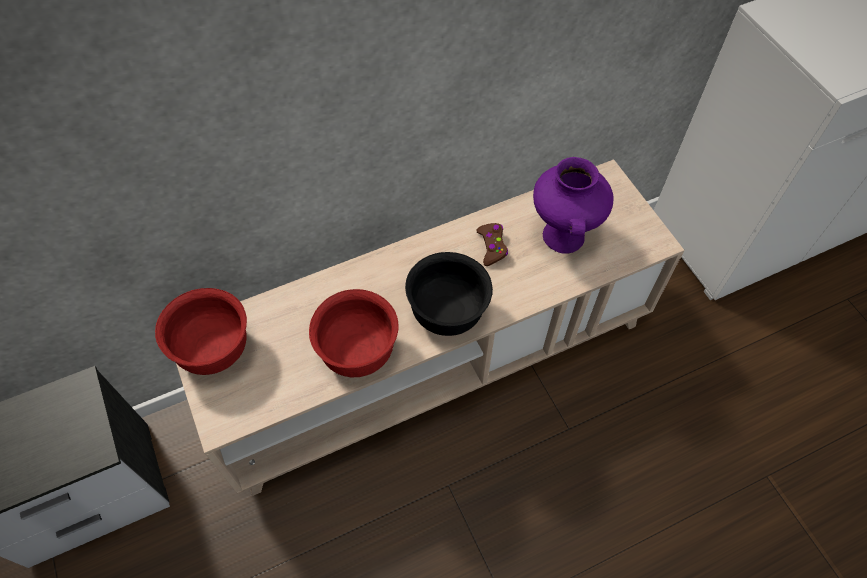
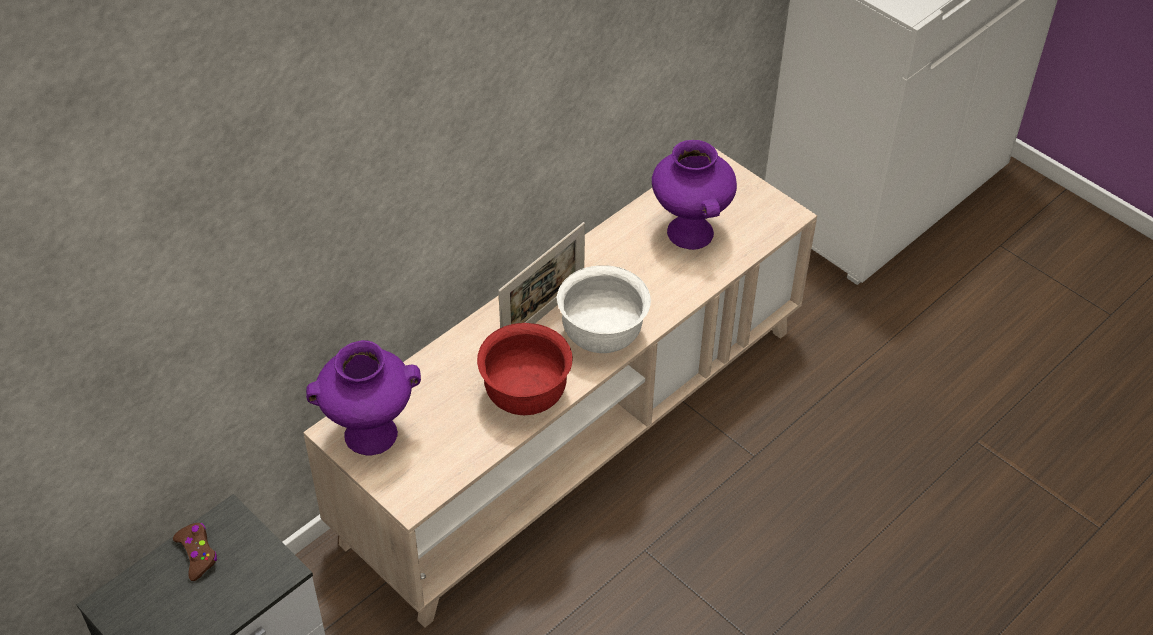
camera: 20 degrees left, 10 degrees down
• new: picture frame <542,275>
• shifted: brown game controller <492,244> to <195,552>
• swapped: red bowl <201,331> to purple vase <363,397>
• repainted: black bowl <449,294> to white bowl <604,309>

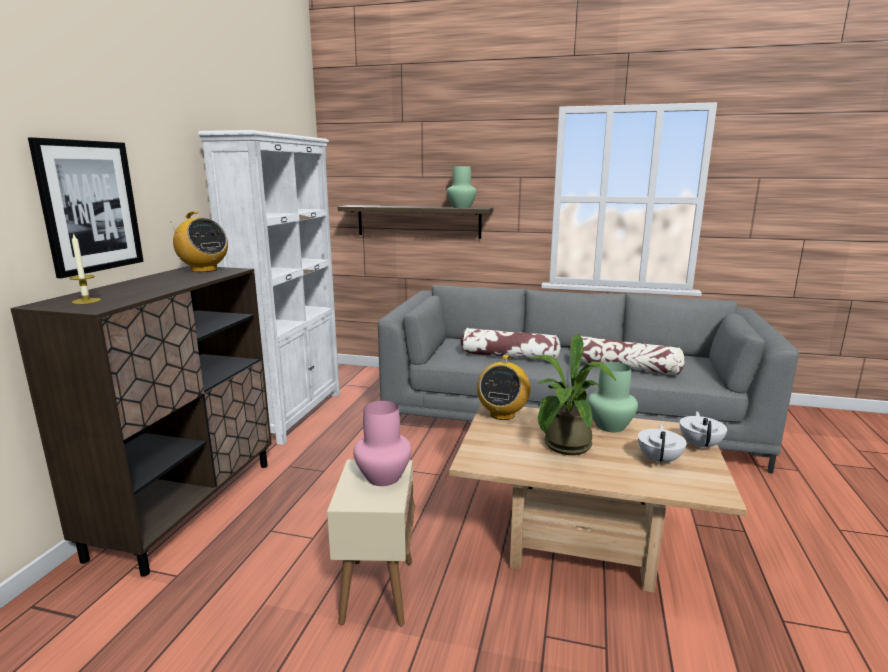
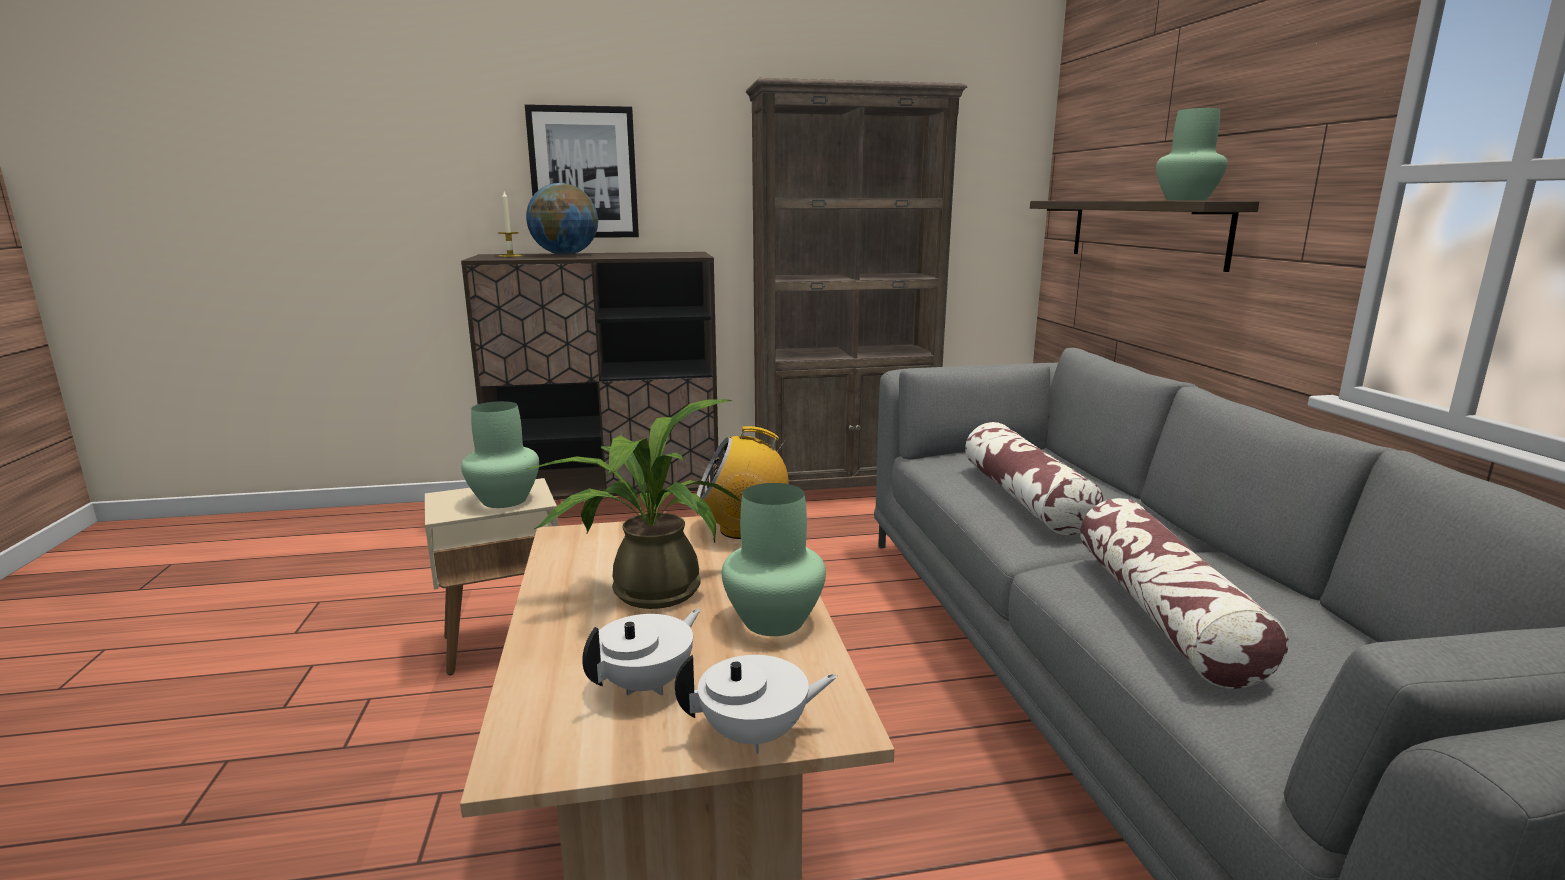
camera: 65 degrees right, 0 degrees up
• gone: radio <199,241>
• new: globe <562,219>
• repainted: white bookcase <269,287> to brown bookcase <856,284>
• repainted: pink vase <382,443> to green vase <500,454>
• rotated: white teapot <662,445> = <641,652> 45 degrees counterclockwise

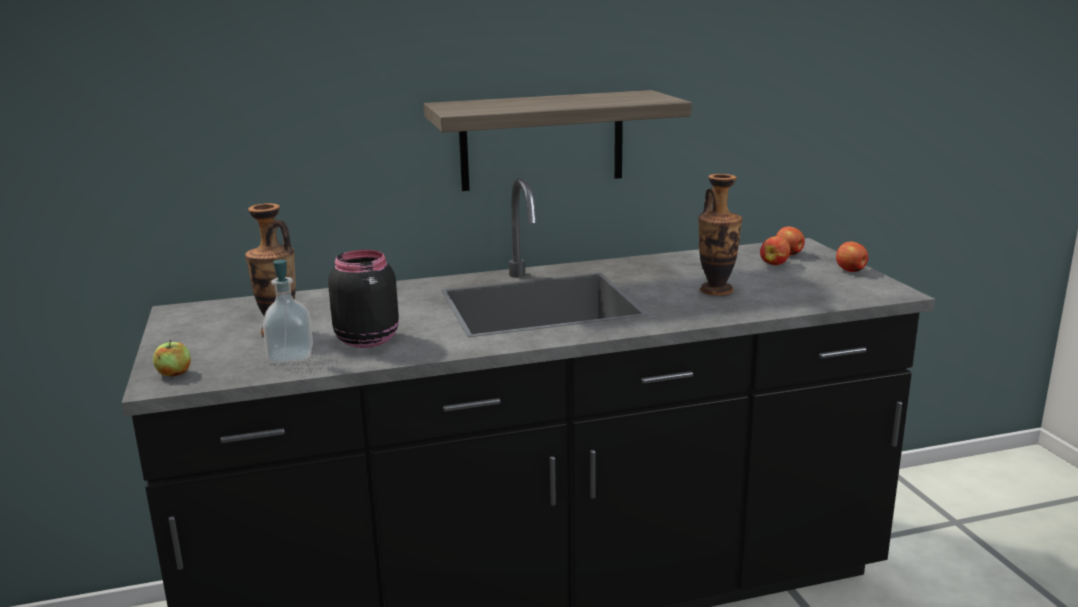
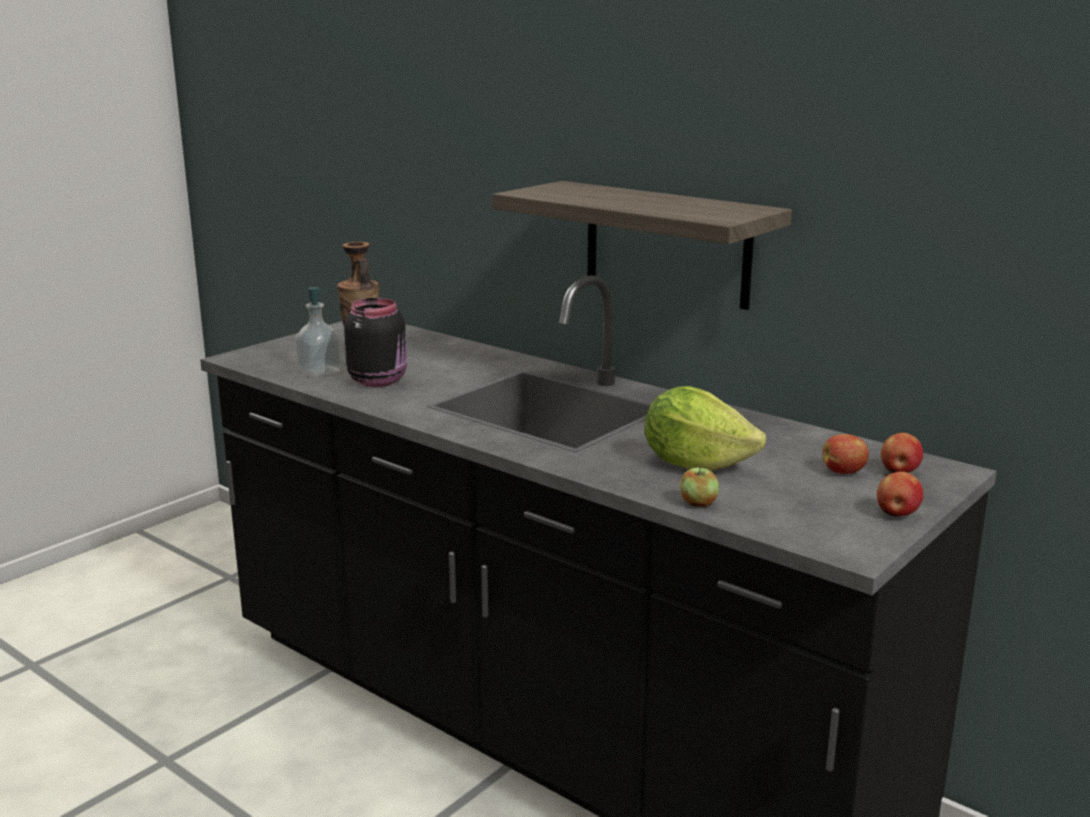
camera: 55 degrees right, 0 degrees up
• shifted: apple <172,358> to <699,486>
• swapped: vase <720,235> to lettuce <705,428>

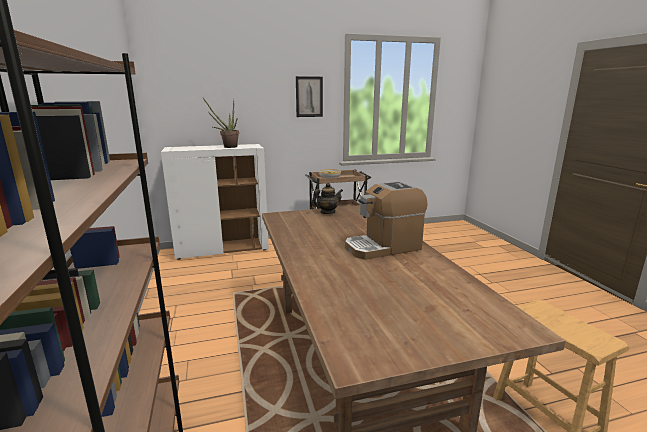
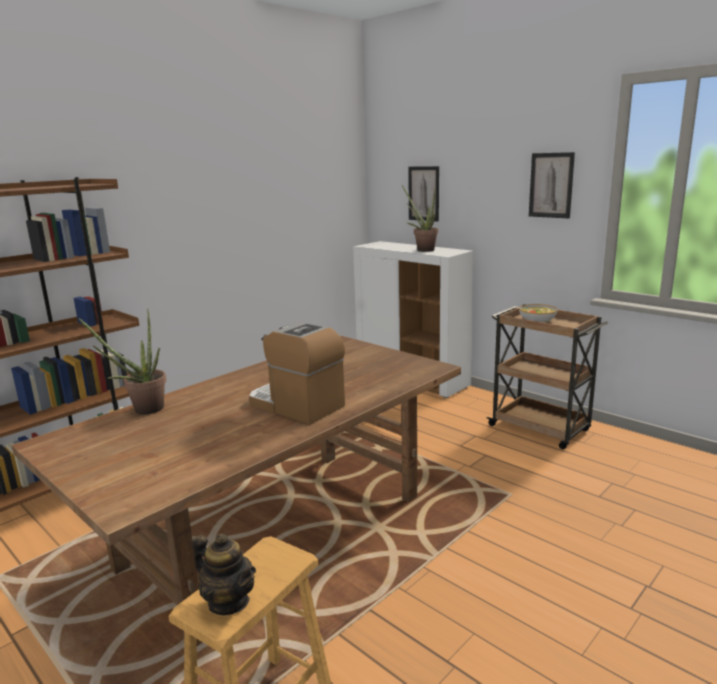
camera: 60 degrees right, 0 degrees up
• new: potted plant <122,361>
• new: picture <423,194>
• shifted: teapot <327,198> to <224,574>

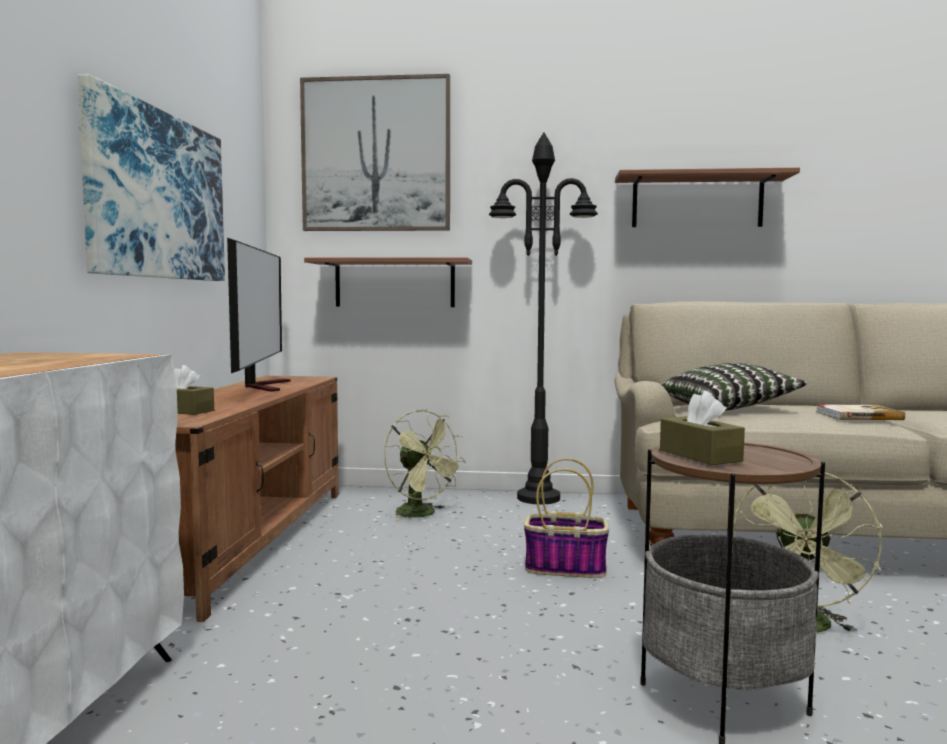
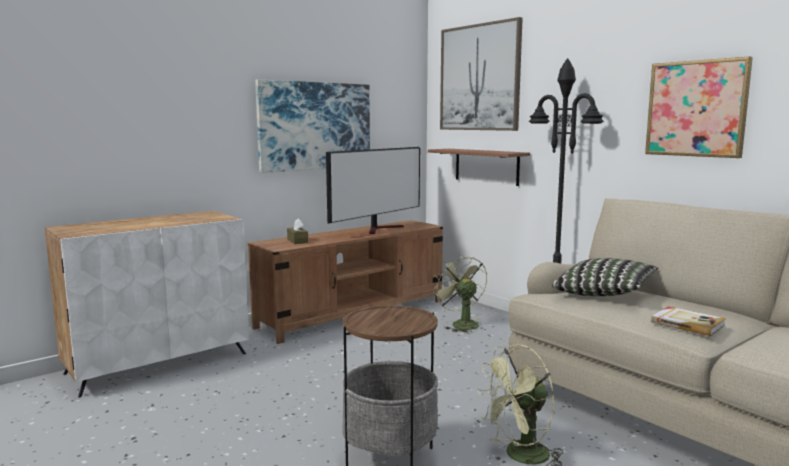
camera: 45 degrees right, 5 degrees up
• gone: basket <566,518>
• gone: brown tissue box <702,427>
• swapped: shelf <707,197> to picture <699,107>
• rotated: green fan <425,466> = <459,293> 150 degrees clockwise

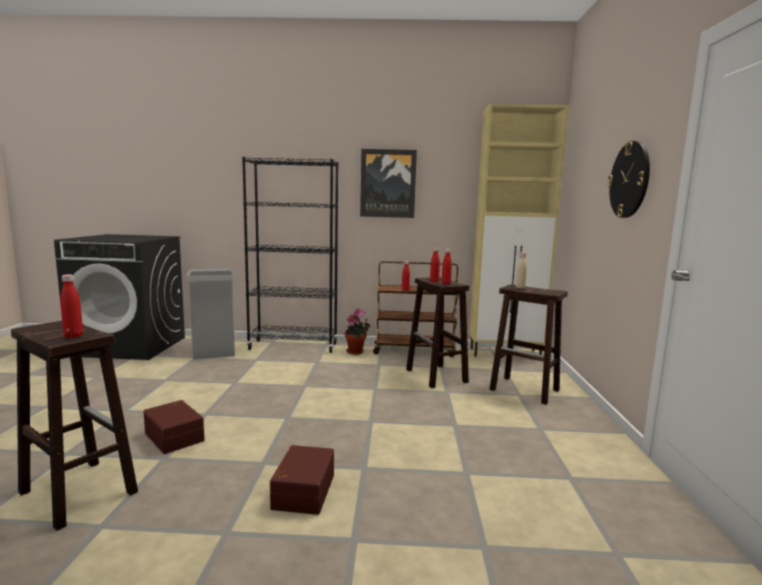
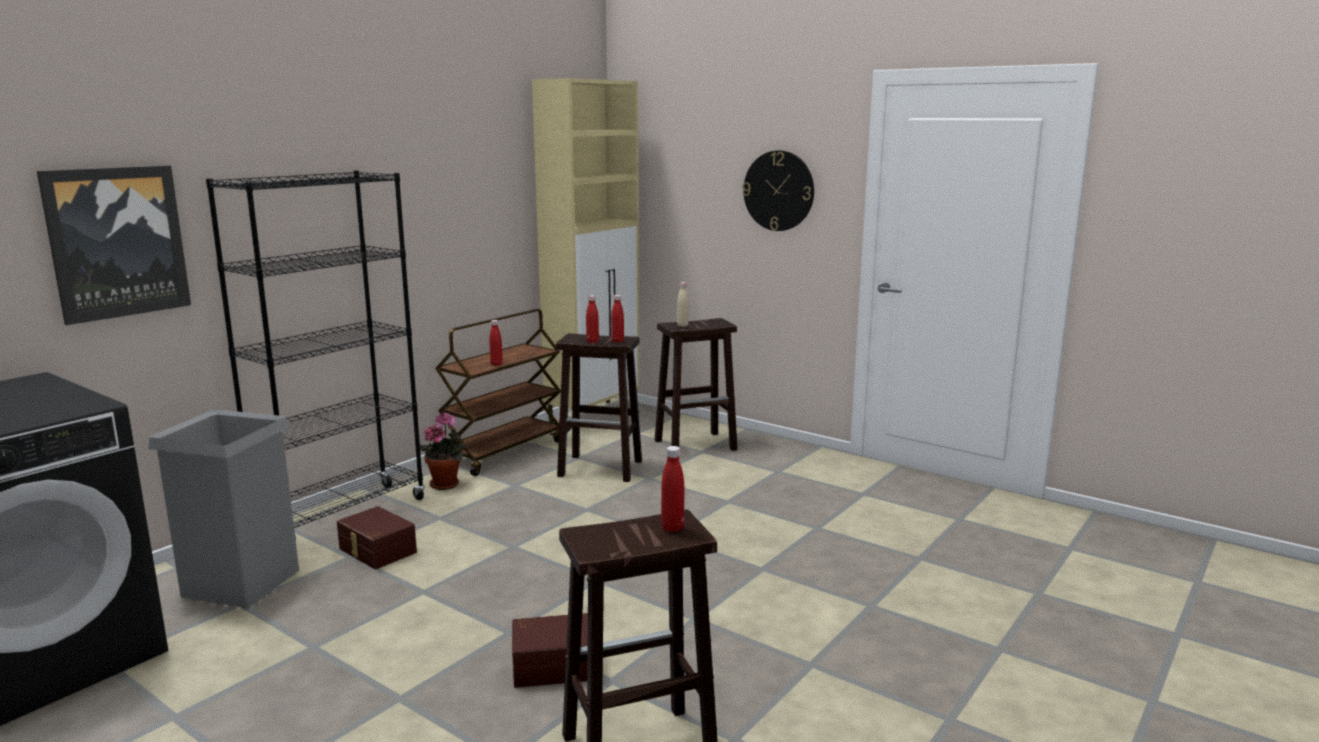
camera: 55 degrees left, 5 degrees up
• shifted: brown storage box <302,480> to <377,537>
• shifted: picture <388,183> to <114,245>

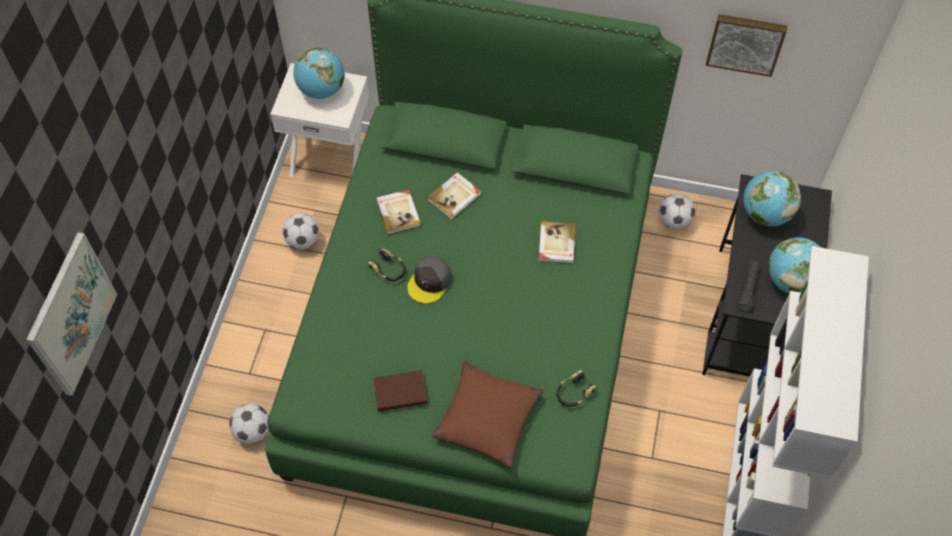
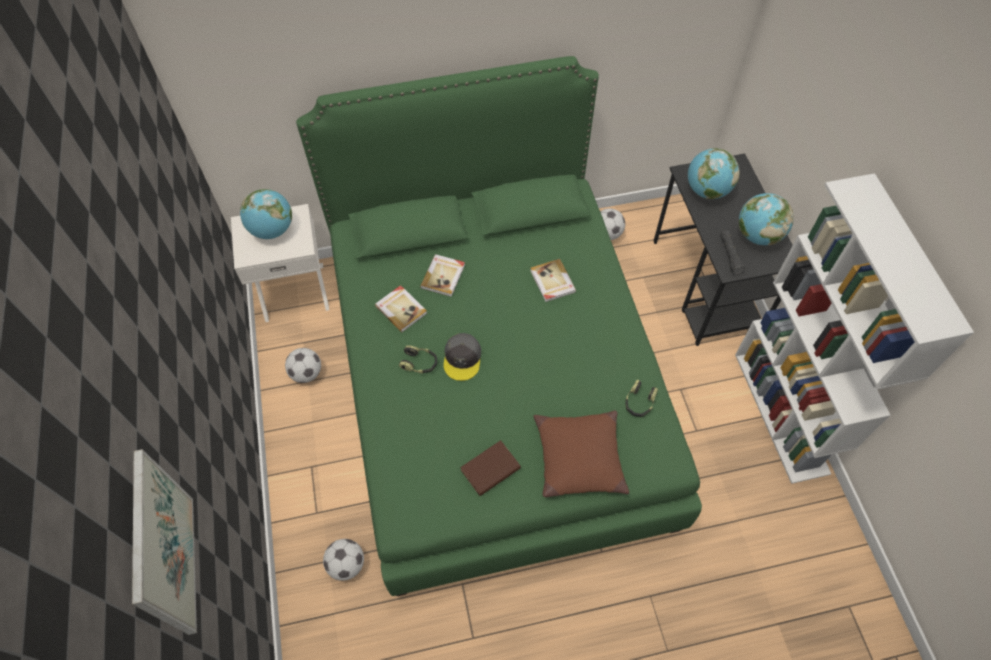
camera: 25 degrees left, 0 degrees up
• gone: picture <746,45>

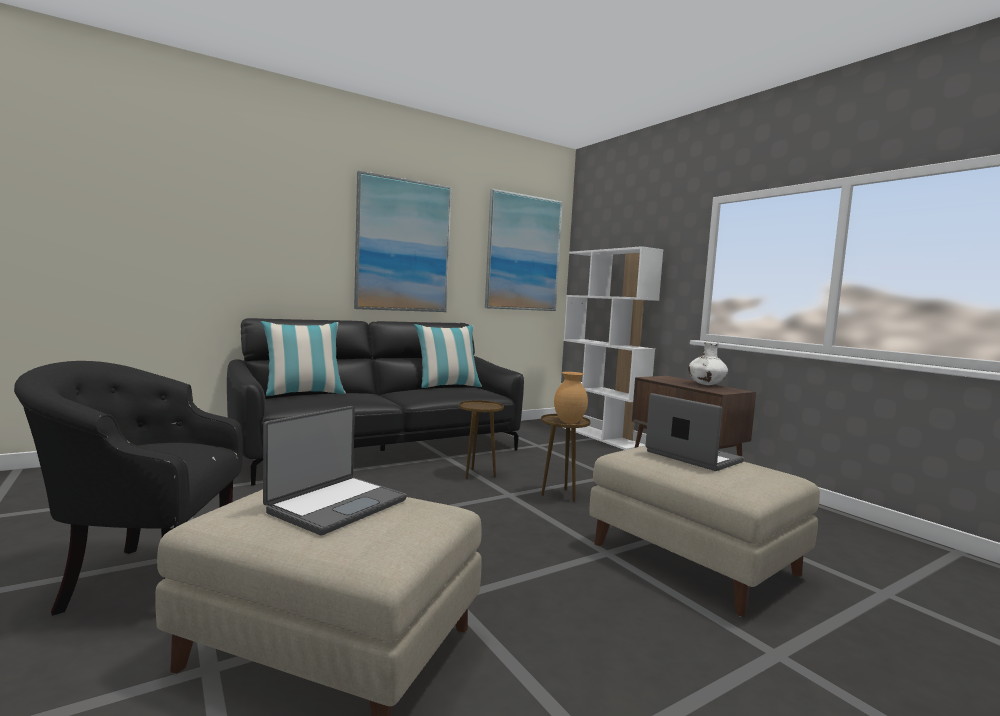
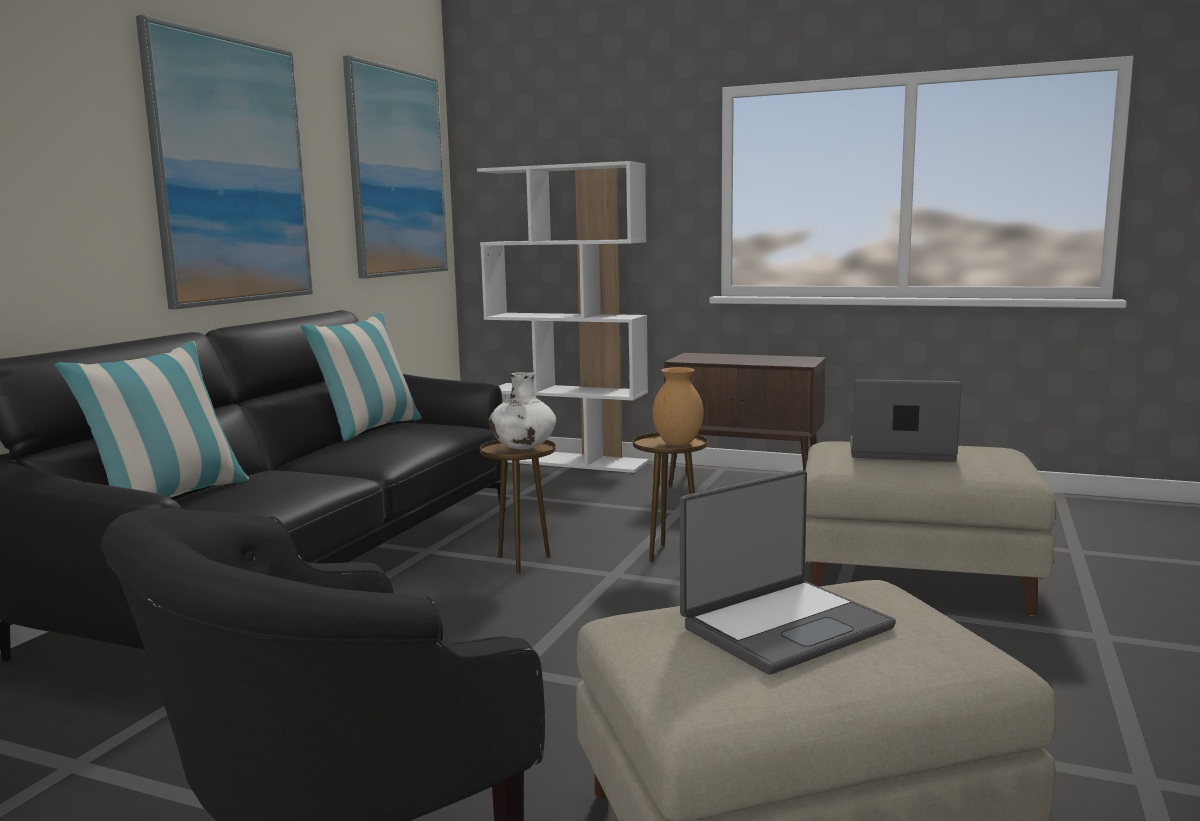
camera: 35 degrees left, 5 degrees up
• shifted: white vase <708,363> to <522,410>
• rotated: laptop <335,470> = <788,572> 60 degrees clockwise

